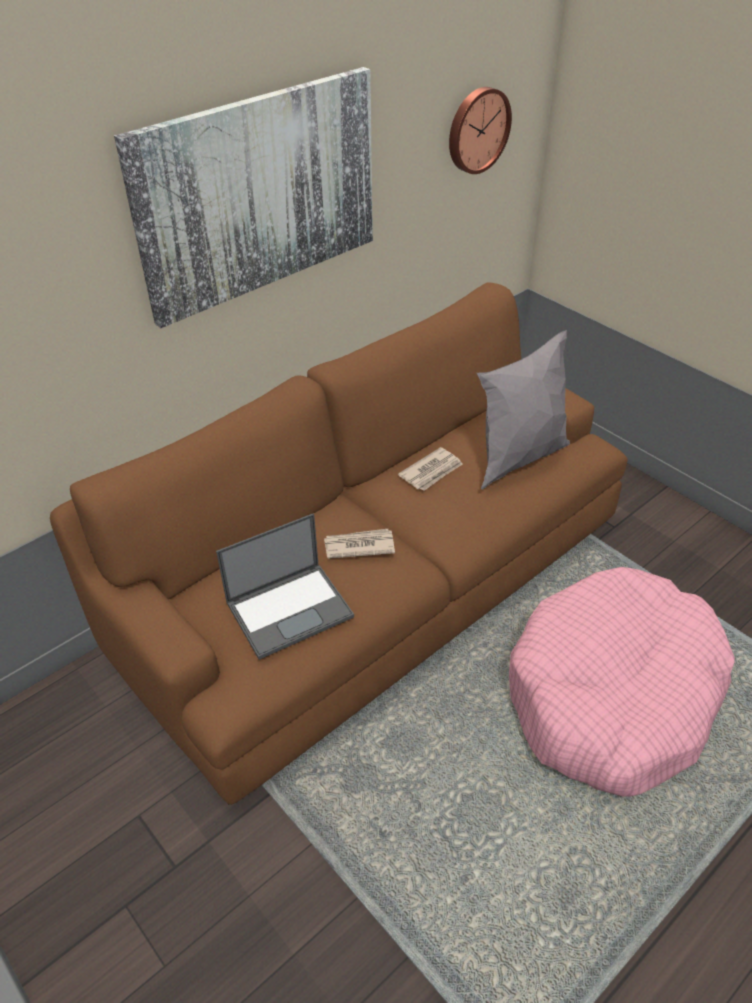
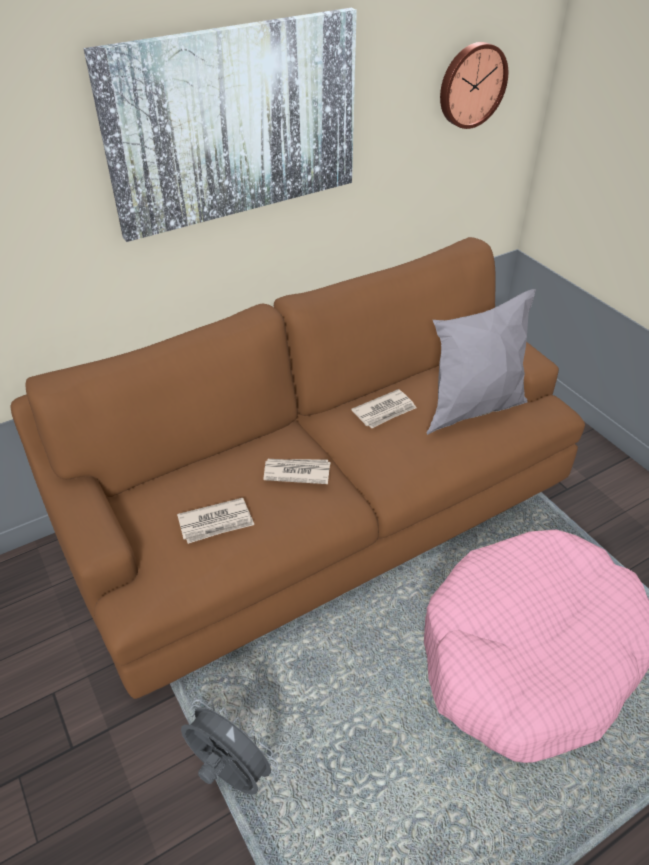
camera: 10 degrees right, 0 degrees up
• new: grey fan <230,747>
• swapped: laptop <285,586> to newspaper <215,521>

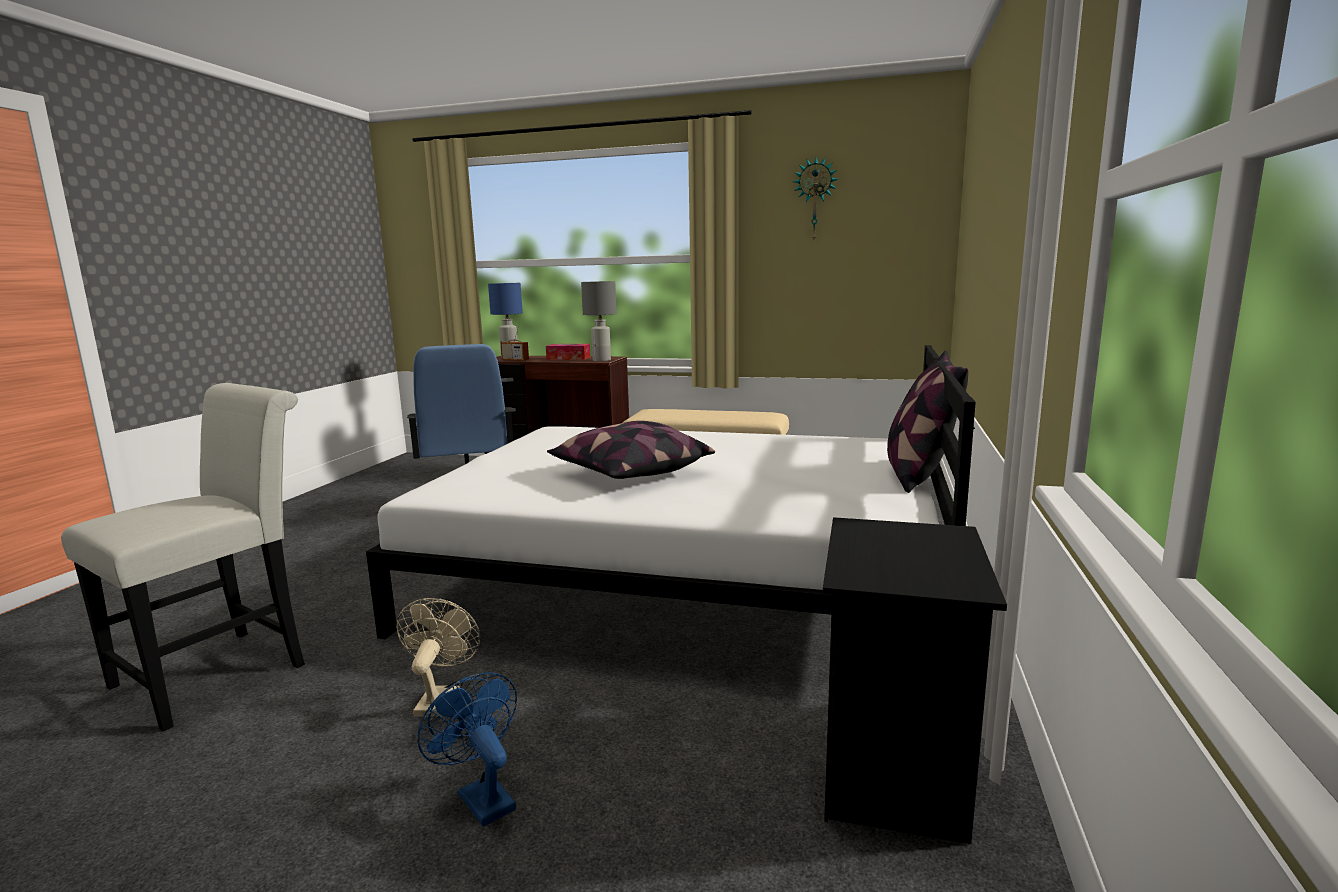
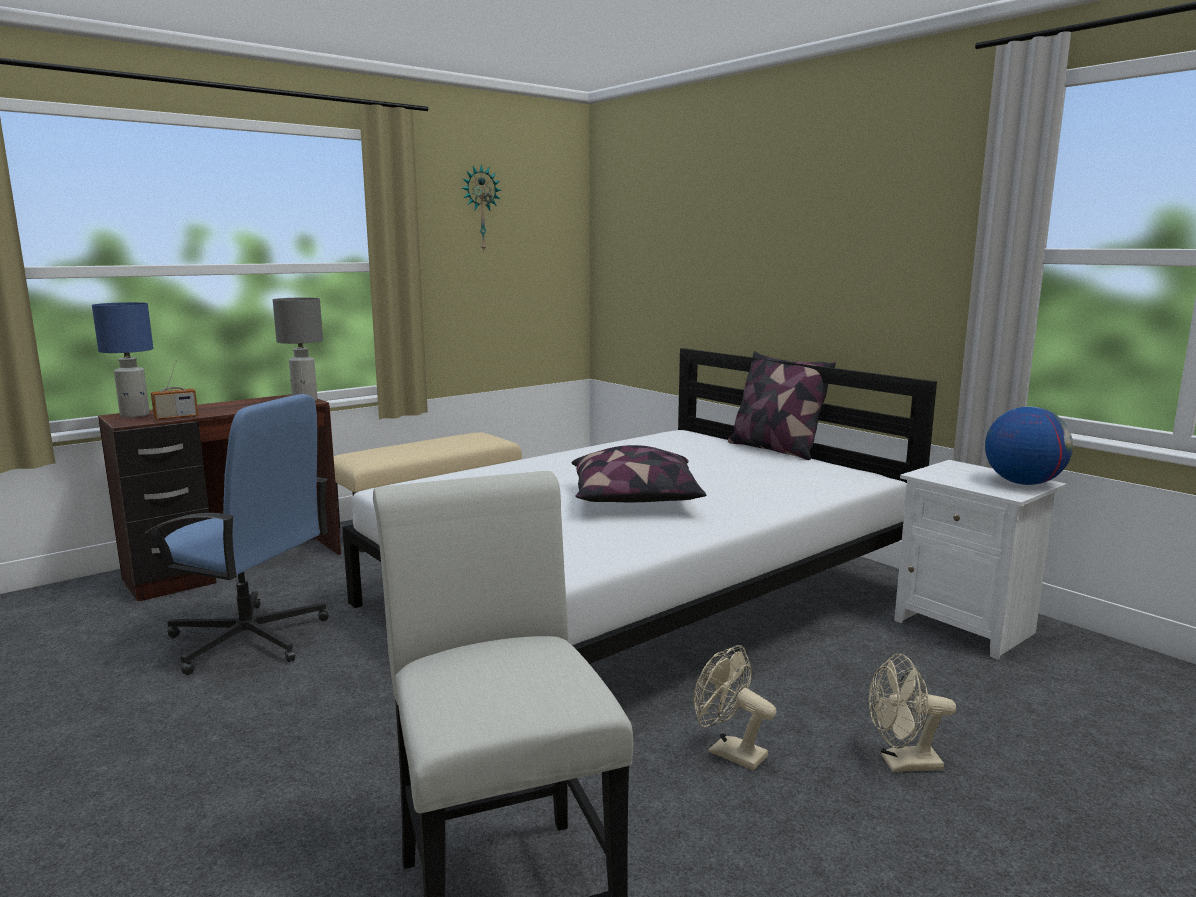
camera: 55 degrees left, 0 degrees up
• gone: tissue box <568,352>
• new: globe <1029,445>
• repainted: blue fan <467,749> to beige fan <912,713>
• repainted: black nightstand <915,680> to white nightstand <980,560>

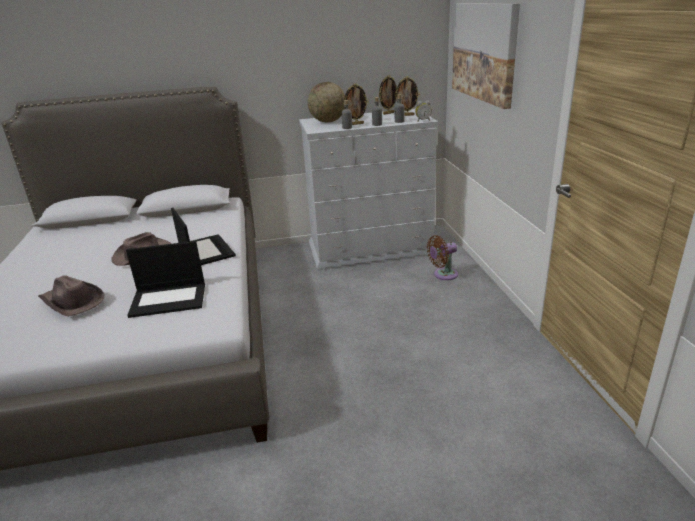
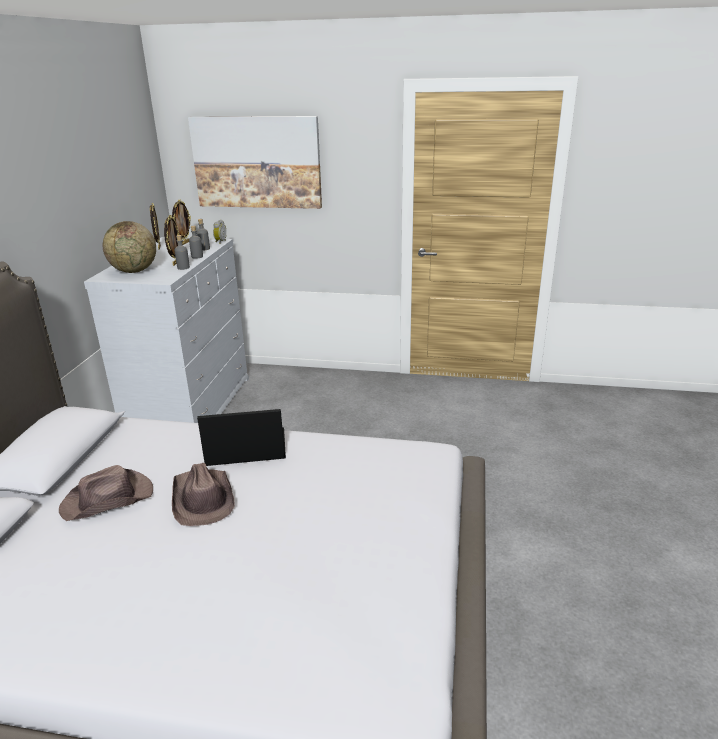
camera: 70 degrees left, 0 degrees up
• gone: laptop <165,279>
• gone: brown fan <442,257>
• shifted: brown hat <71,296> to <106,493>

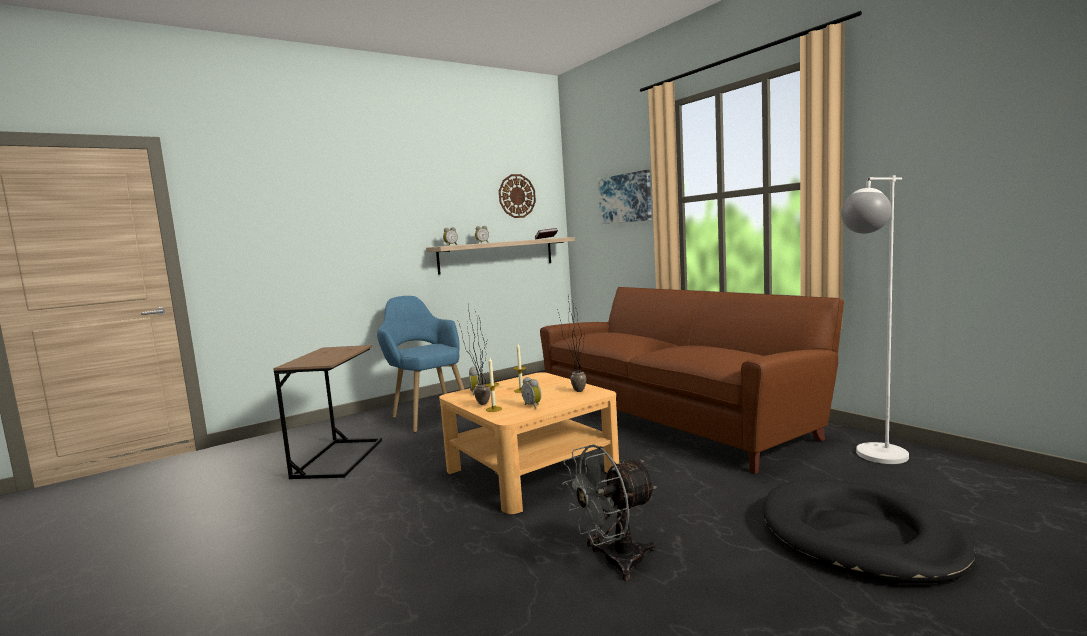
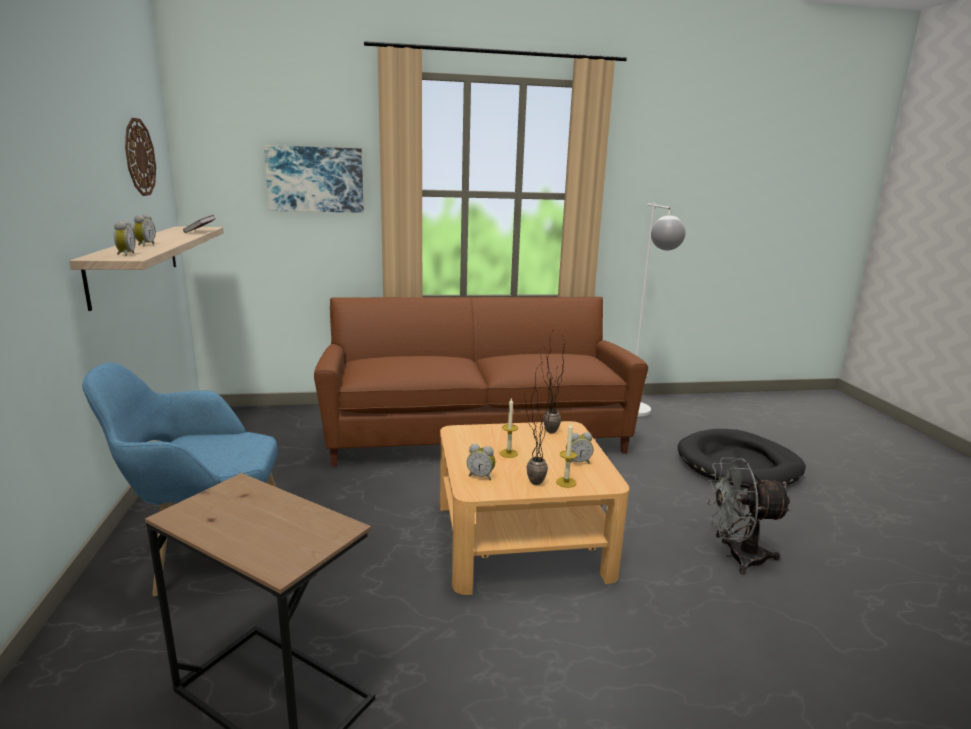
camera: 65 degrees left, 10 degrees up
• rotated: grey fan <609,512> = <749,516> 90 degrees clockwise

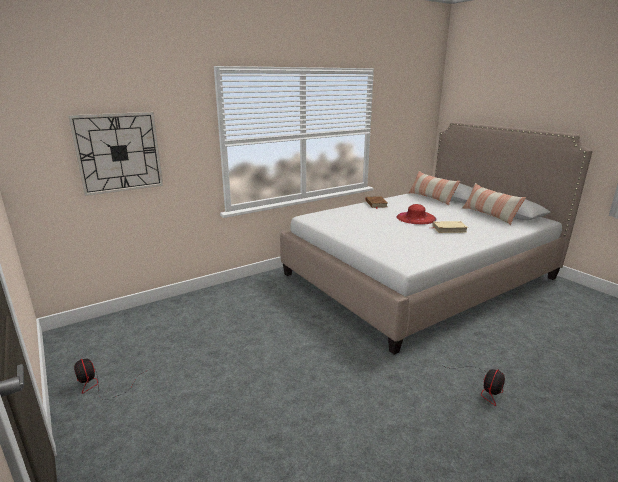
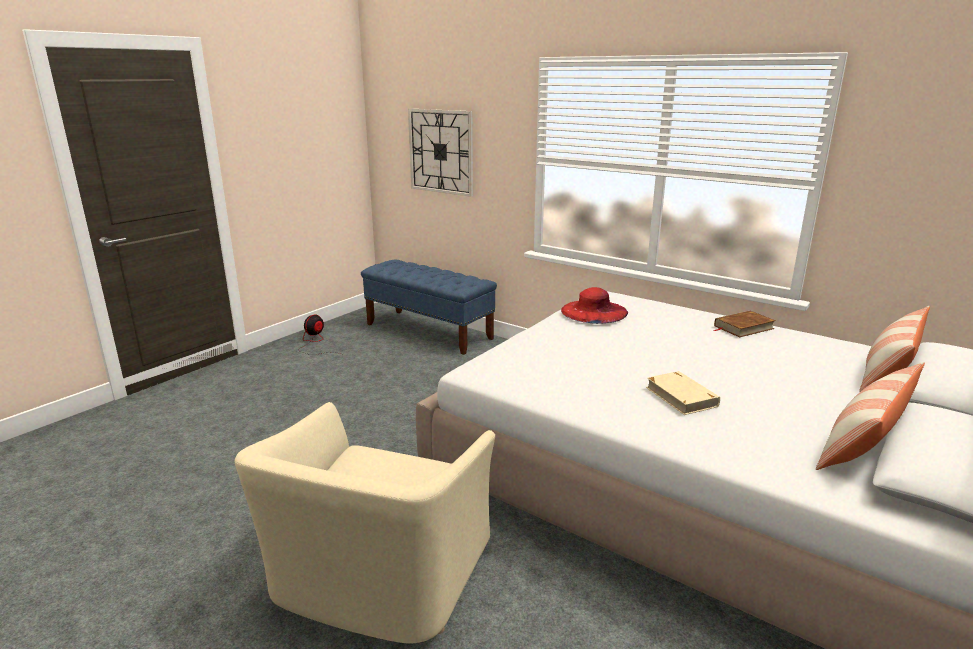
camera: 70 degrees right, 0 degrees up
• new: blue bench <429,307>
• shifted: red hat <416,214> to <594,305>
• swapped: fan <473,385> to beige armchair <365,522>

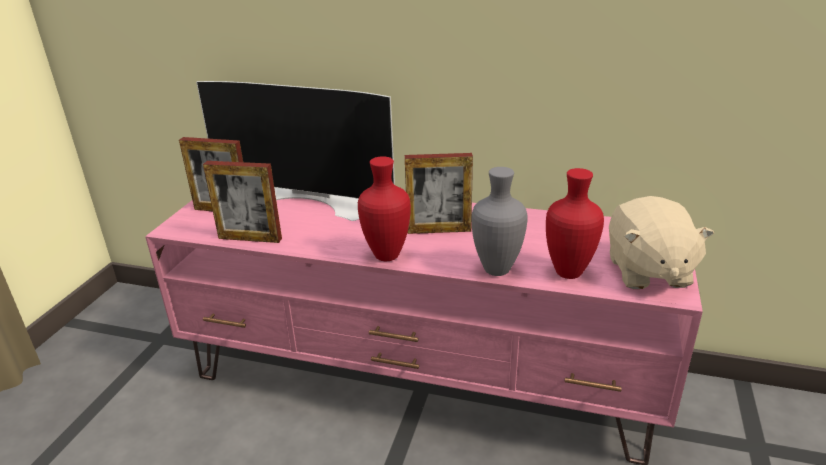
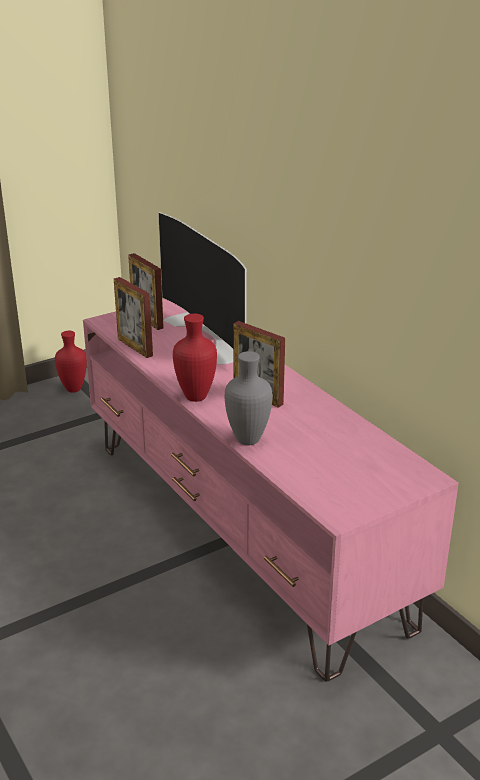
camera: 40 degrees right, 0 degrees up
• gone: beige plush toy <661,242>
• shifted: red vase <575,223> to <71,362>

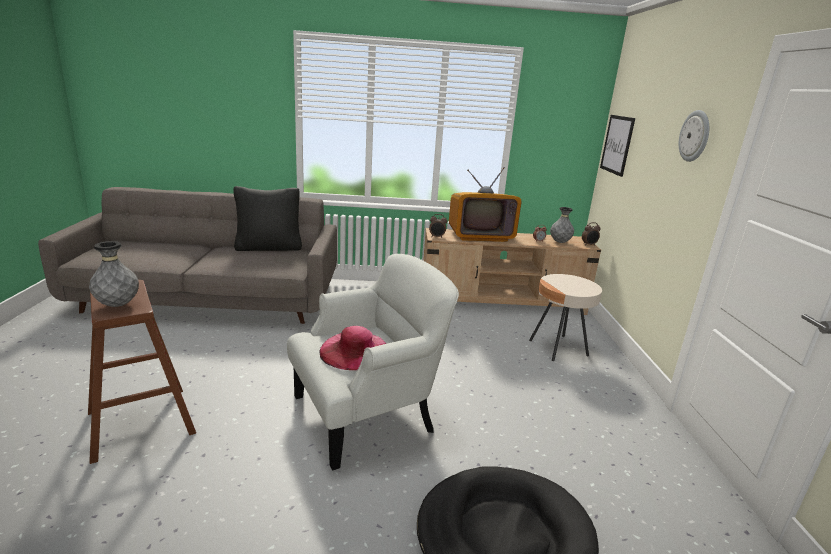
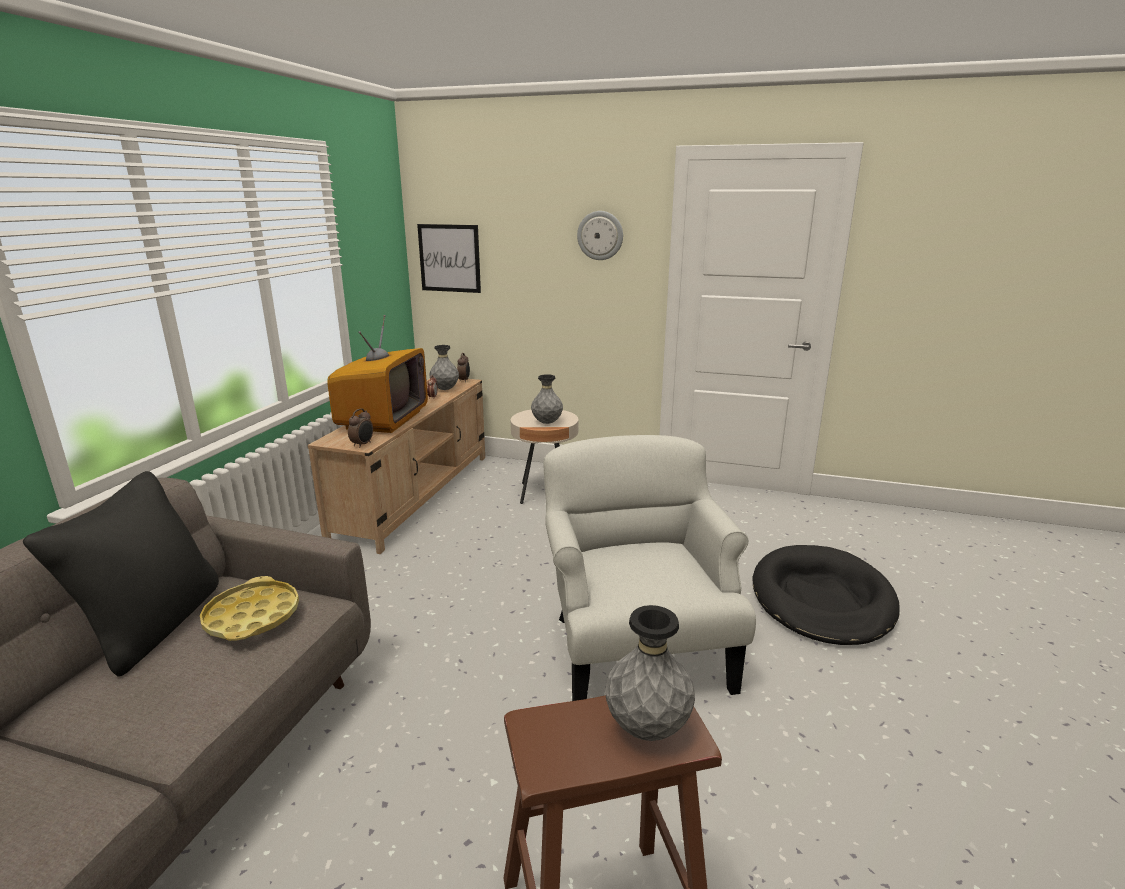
camera: 70 degrees left, 0 degrees up
• gone: pink hat <352,348>
• new: yellow tray <249,608>
• new: grey vase <547,399>

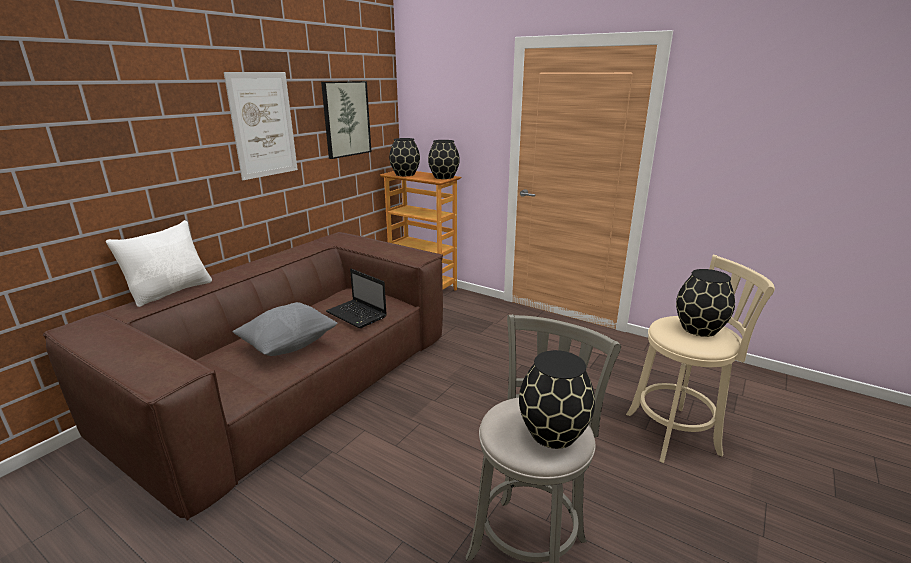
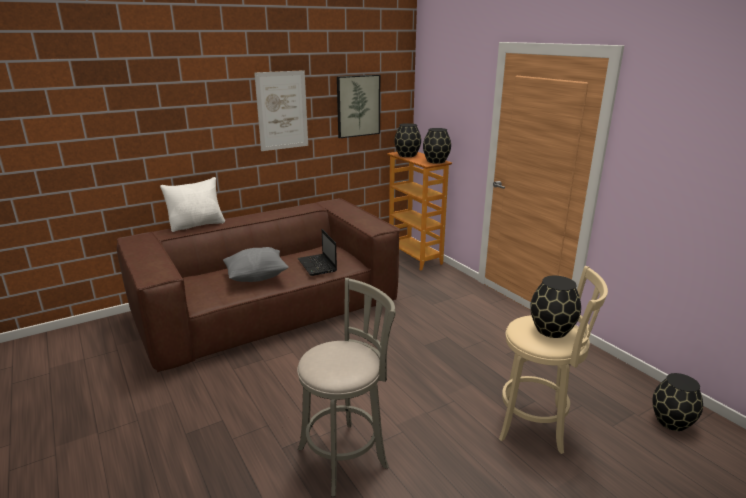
camera: 25 degrees right, 0 degrees up
• shifted: black vase <557,399> to <677,402>

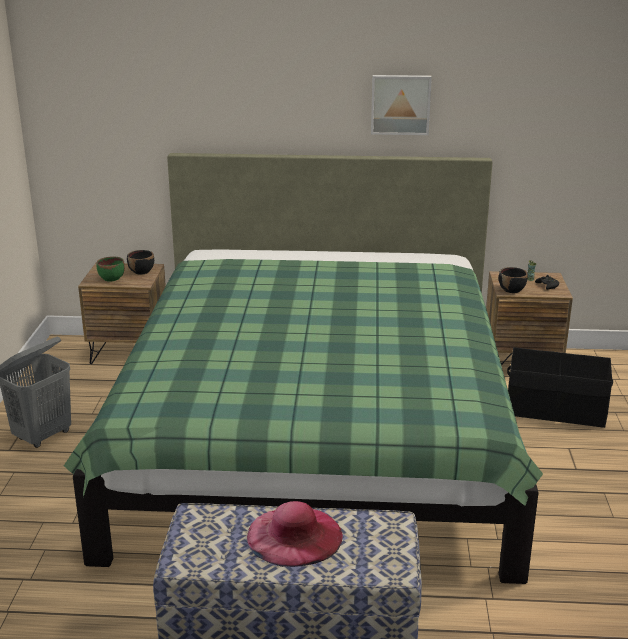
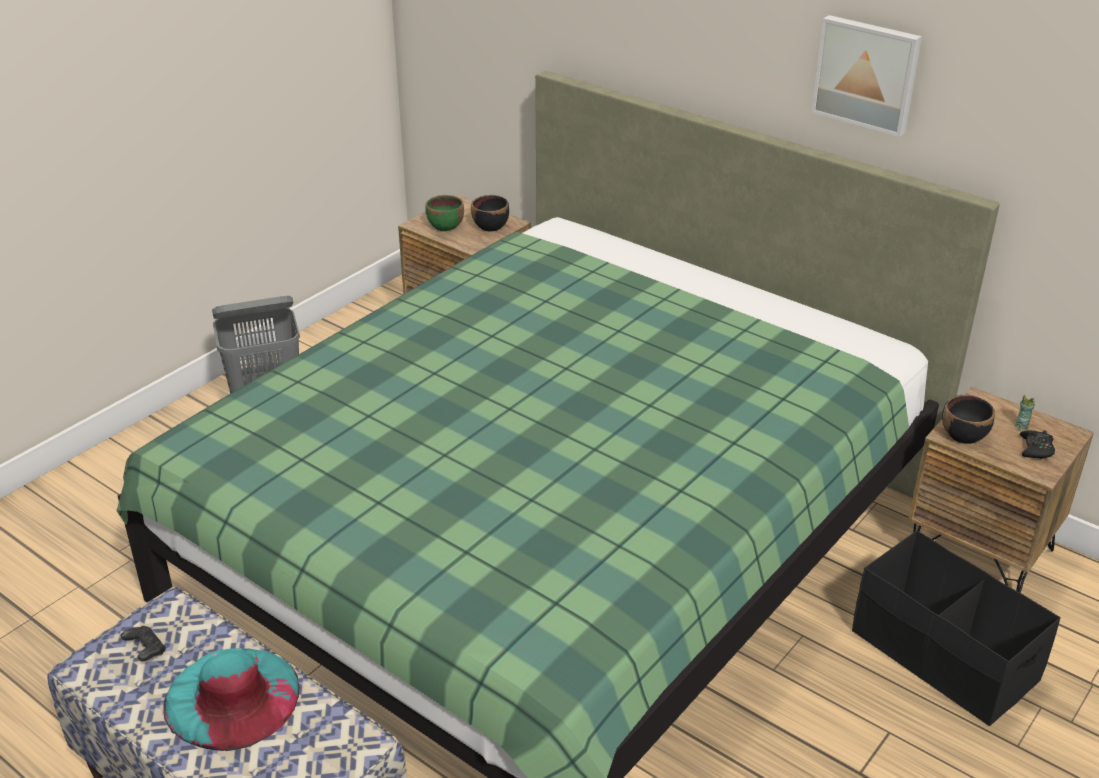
camera: 35 degrees right, 10 degrees up
• new: black game controller <143,643>
• repainted: pink hat <295,534> to turquoise hat <231,699>

